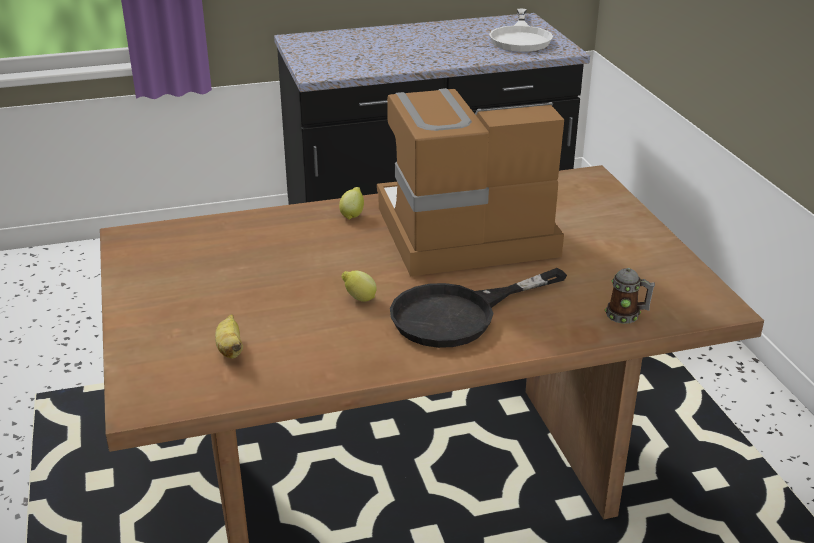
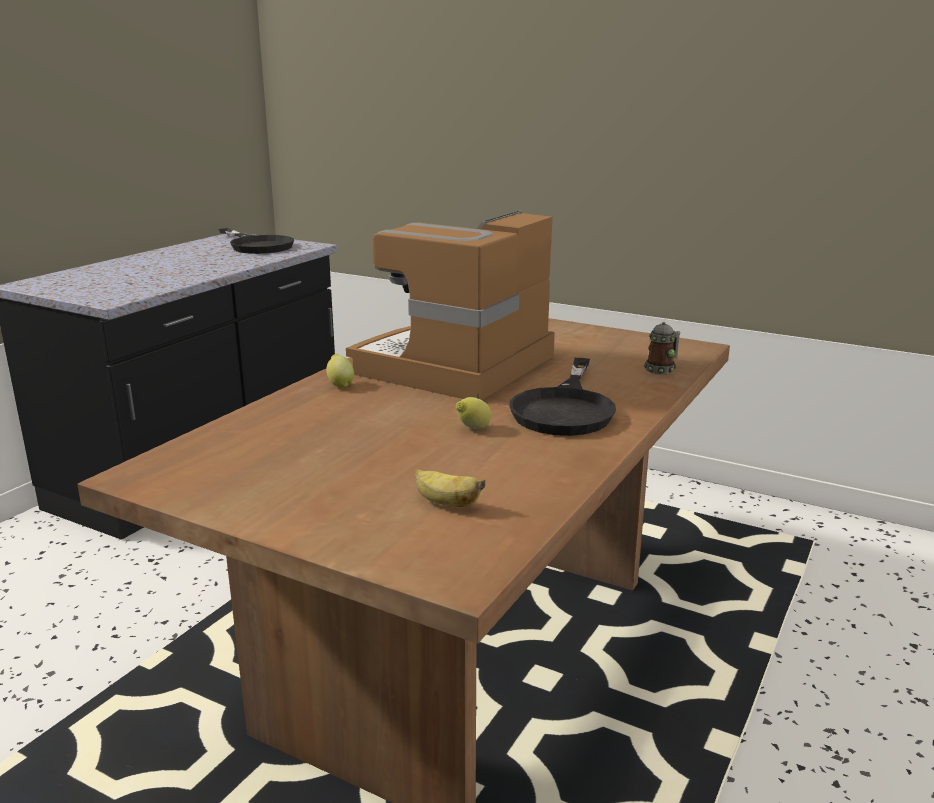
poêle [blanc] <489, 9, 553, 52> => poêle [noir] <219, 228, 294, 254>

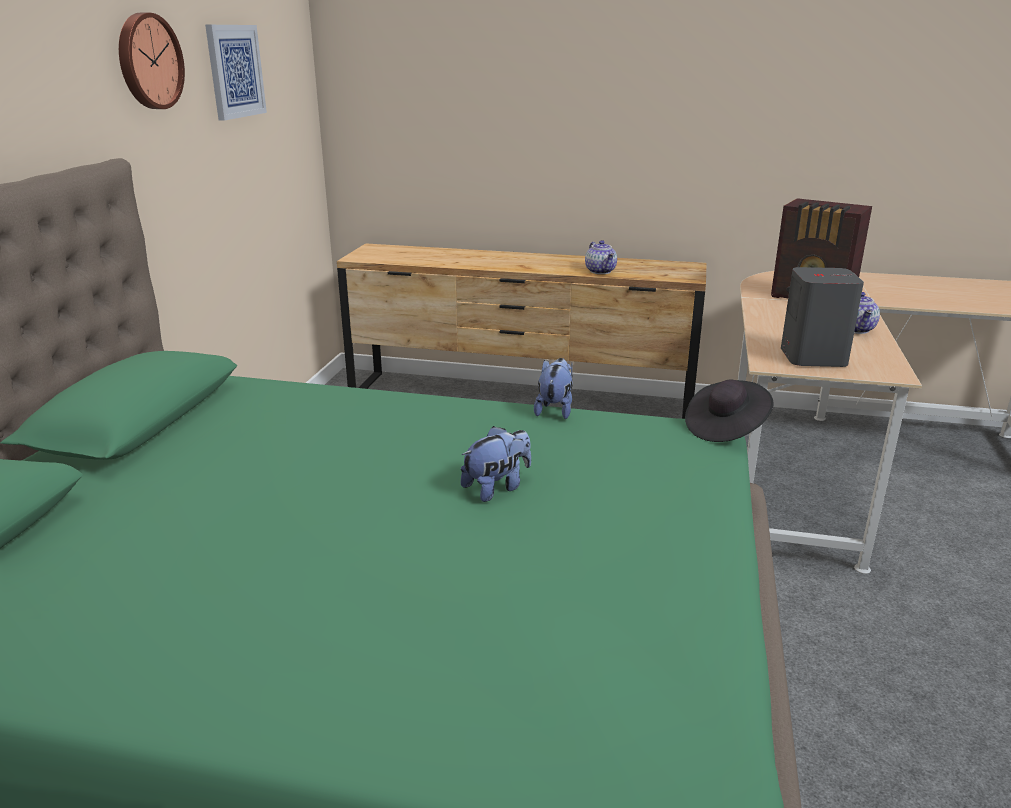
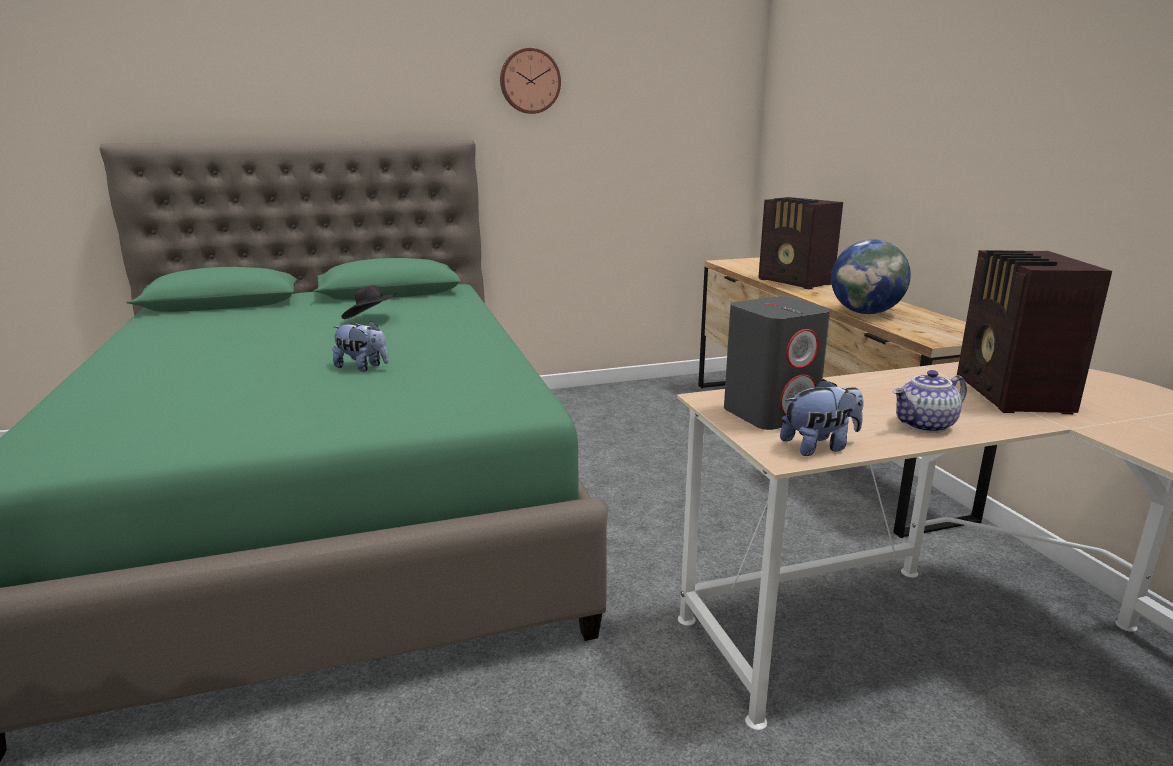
tableau <205, 25, 267, 121> => nothing
théière <585, 240, 617, 274> => globe <831, 239, 911, 314>
peluche <534, 358, 573, 419> => peluche <780, 379, 863, 456>, relocated
chapeau [noir] <685, 380, 773, 442> => chapeau [noir] <341, 285, 397, 319>, relocated
nothing => radio <758, 197, 843, 289>

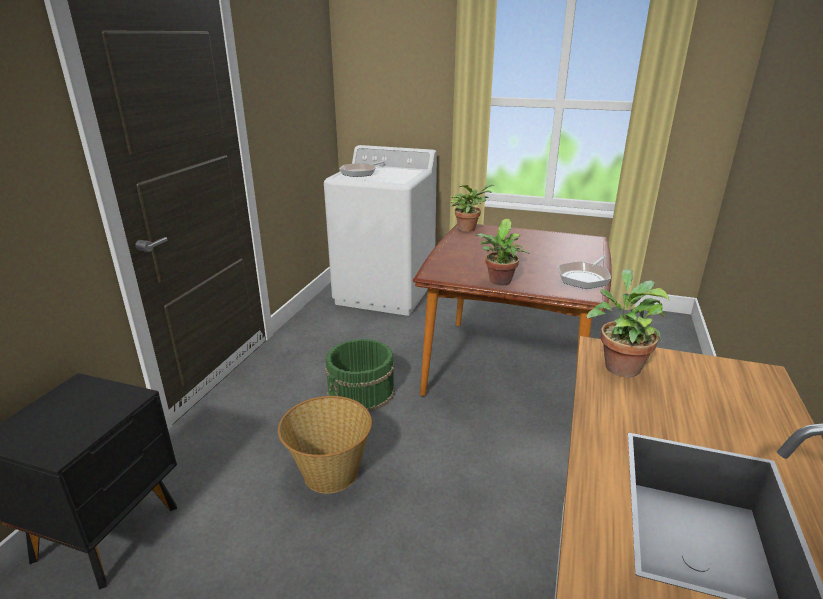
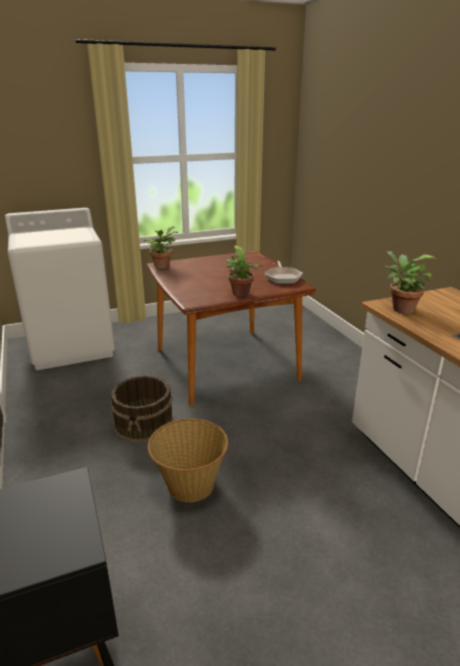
poêle <340, 161, 385, 177> => nothing
seau [vert] <325, 339, 395, 411> => seau [marron] <111, 376, 174, 443>

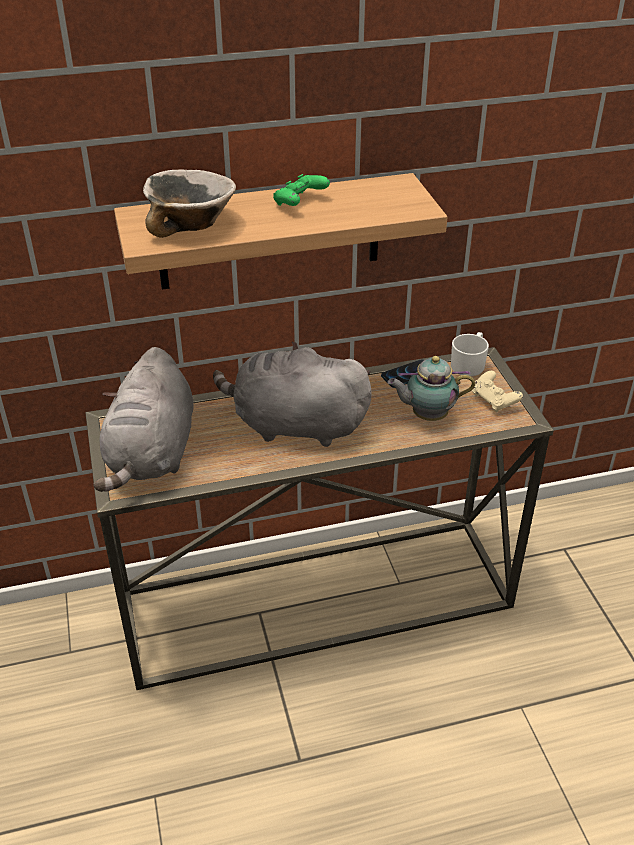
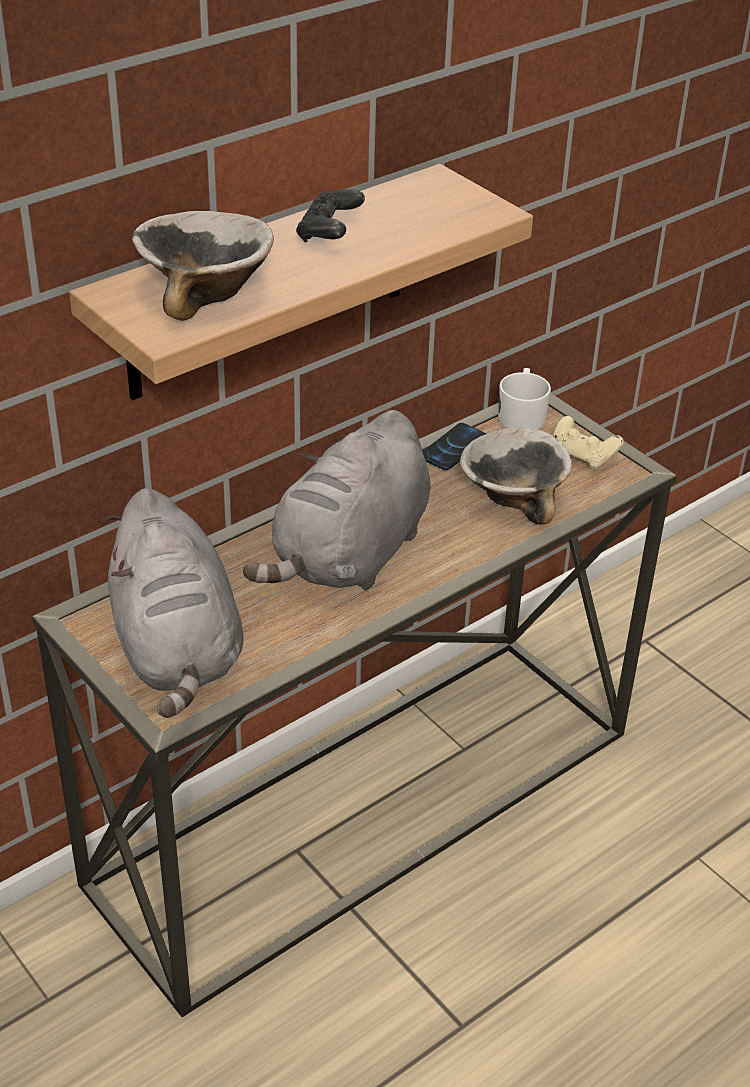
manette [vert] <273, 174, 330, 206> => manette [noir] <296, 189, 365, 242>
peluche [gris] <213, 341, 371, 447> => peluche [gris] <243, 410, 431, 590>, 45 degrees counterclockwise
théière <387, 356, 475, 421> => bol <460, 427, 572, 525>

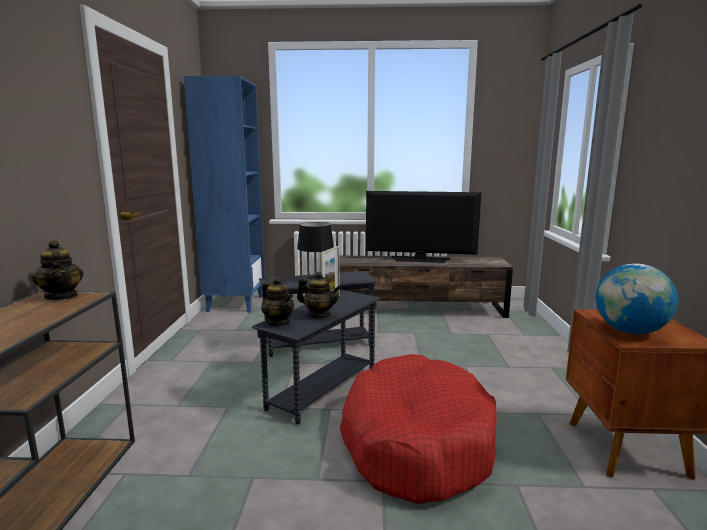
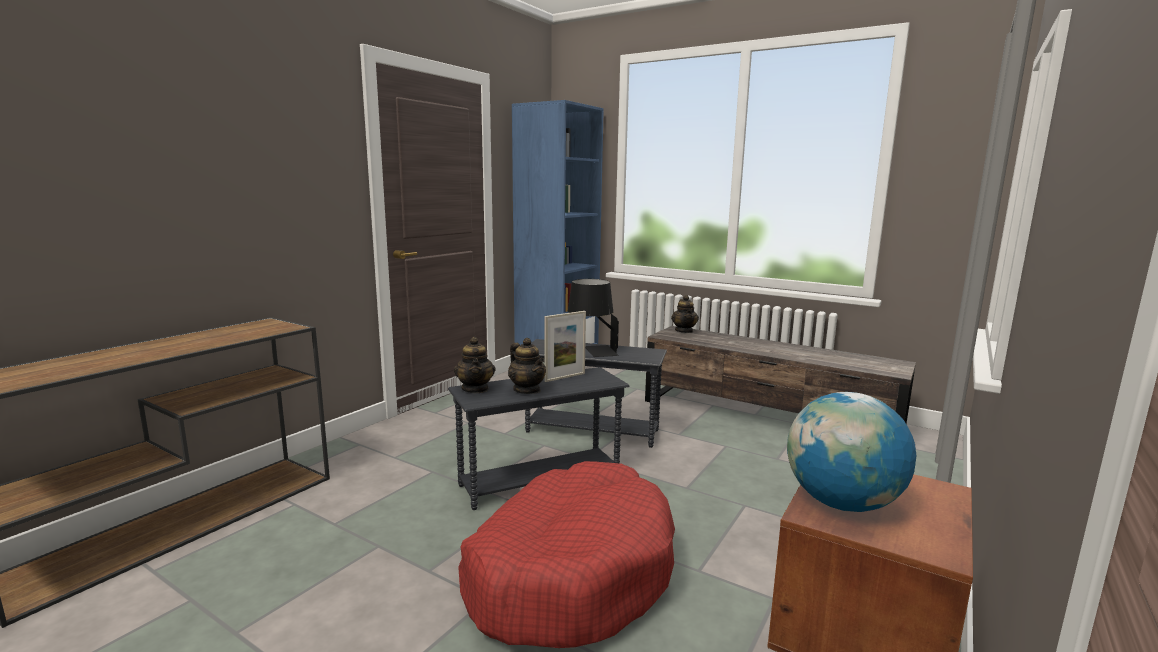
téléviseur <366, 191, 482, 263> => nothing
théière <32, 240, 83, 300> => théière <671, 295, 699, 333>, relocated

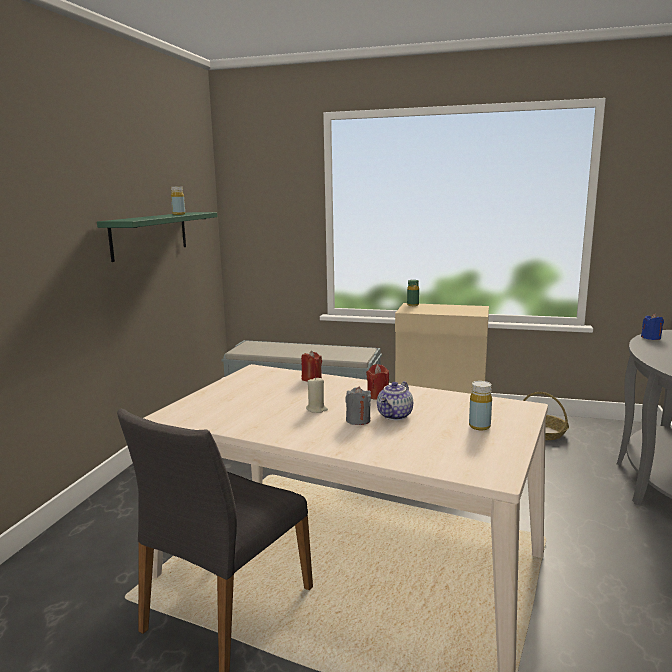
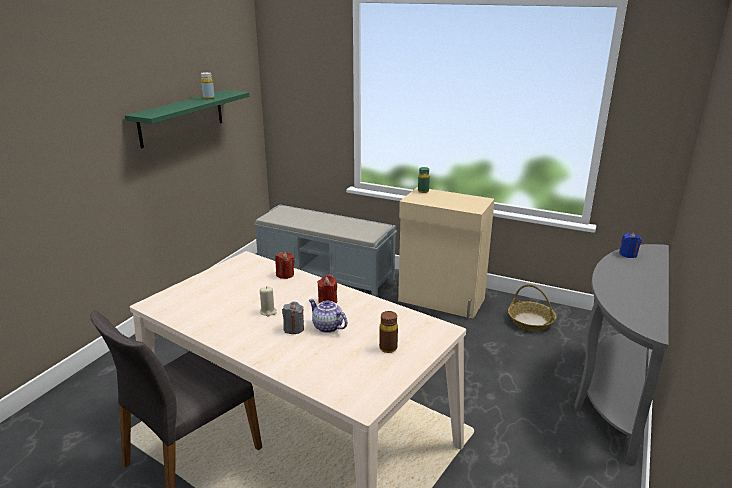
théière <377, 381, 413, 420> => théière <309, 299, 347, 333>, 90 degrees clockwise
bouteille [jaune] <469, 381, 492, 430> => bouteille [marron] <379, 311, 398, 353>

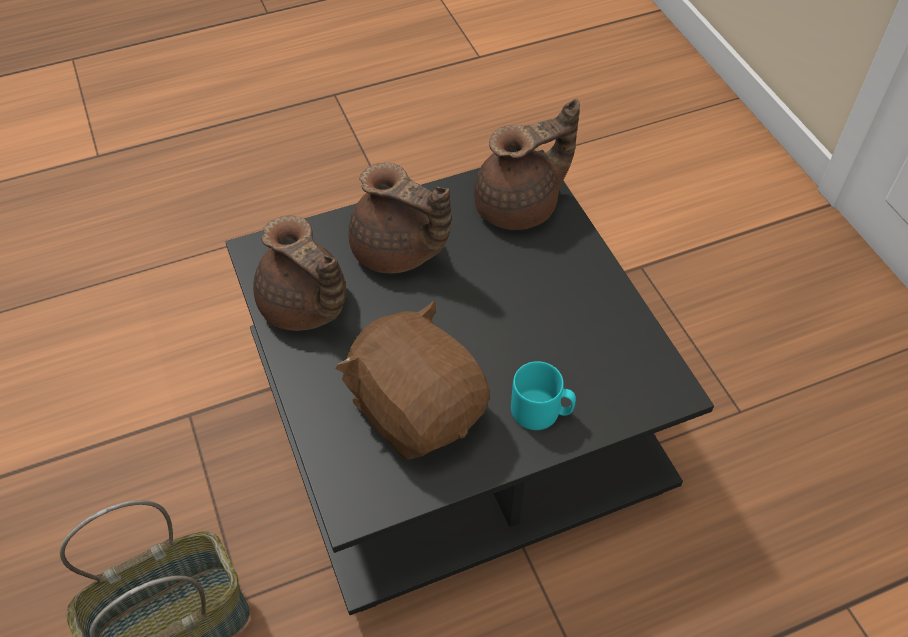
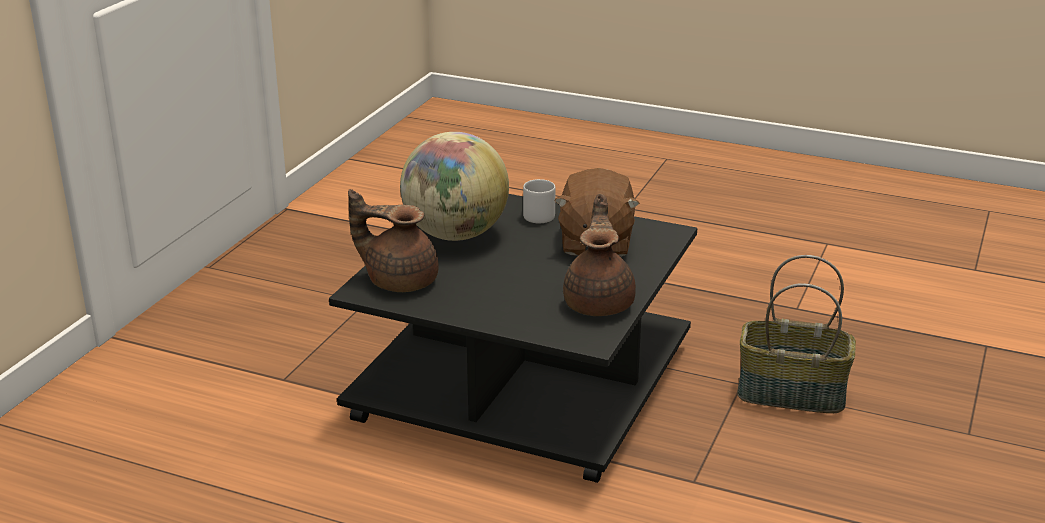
théière [marron] <349, 163, 451, 273> => nothing
mug [turquoise] <511, 361, 576, 430> => mug [gris] <523, 179, 555, 223>
nothing => globe <400, 132, 509, 241>

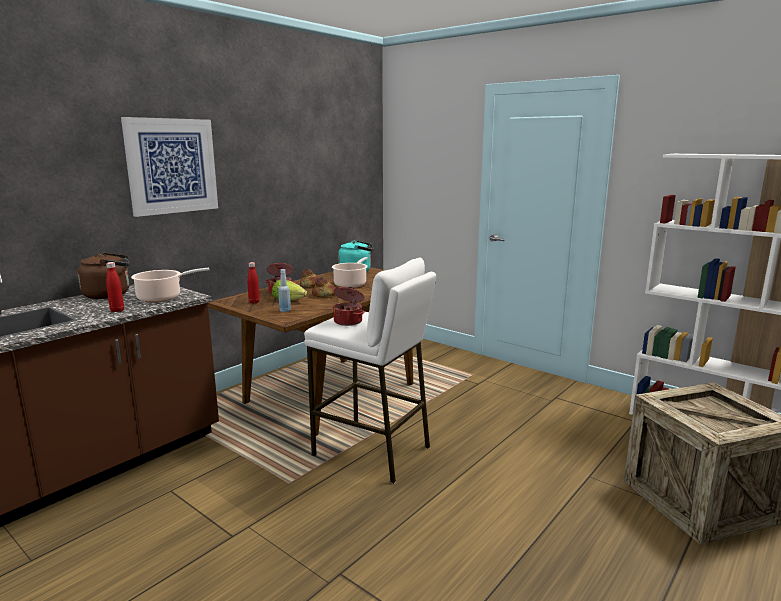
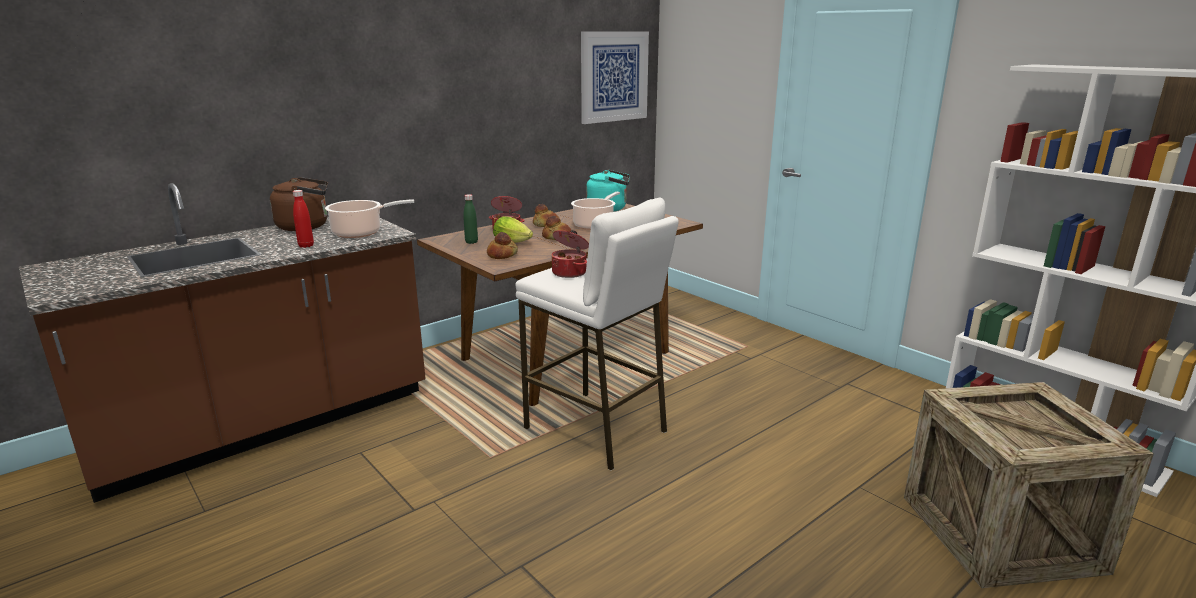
tableau <121, 117, 218, 217> => tableau <581, 31, 649, 124>, relocated
bouteille [rouge] <247, 262, 260, 303> => bouteille [vert] <463, 194, 478, 244>
bouteille [bleu] <278, 269, 291, 312> => pain <487, 232, 518, 259>

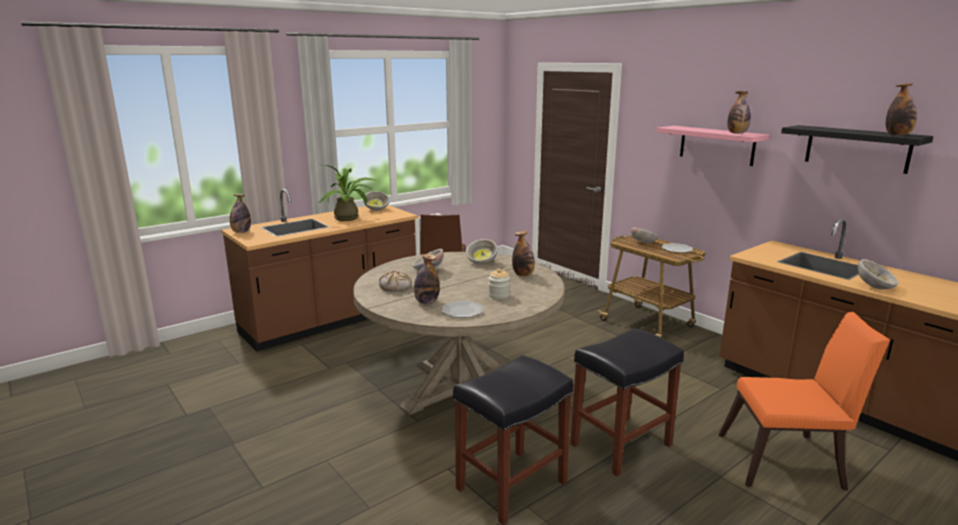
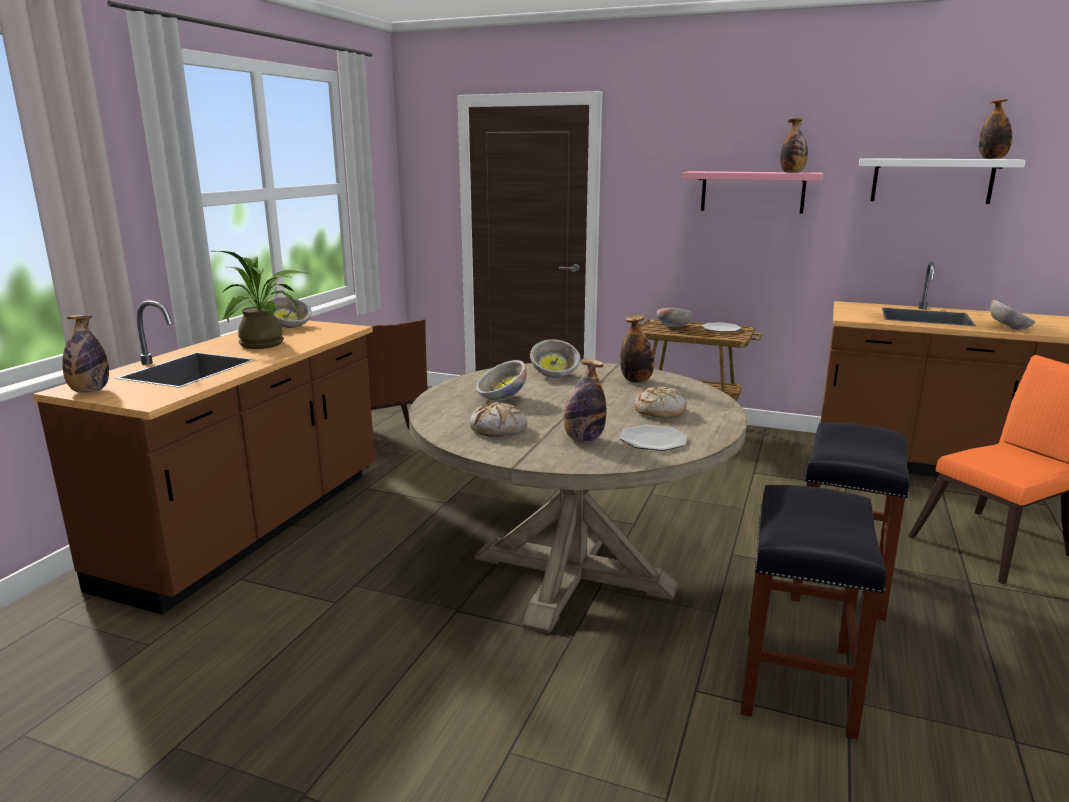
étagère [noir] <781, 125, 933, 174> => étagère [blanc] <859, 158, 1026, 204>
bocal <489, 269, 510, 299> => pain <634, 387, 687, 418>

